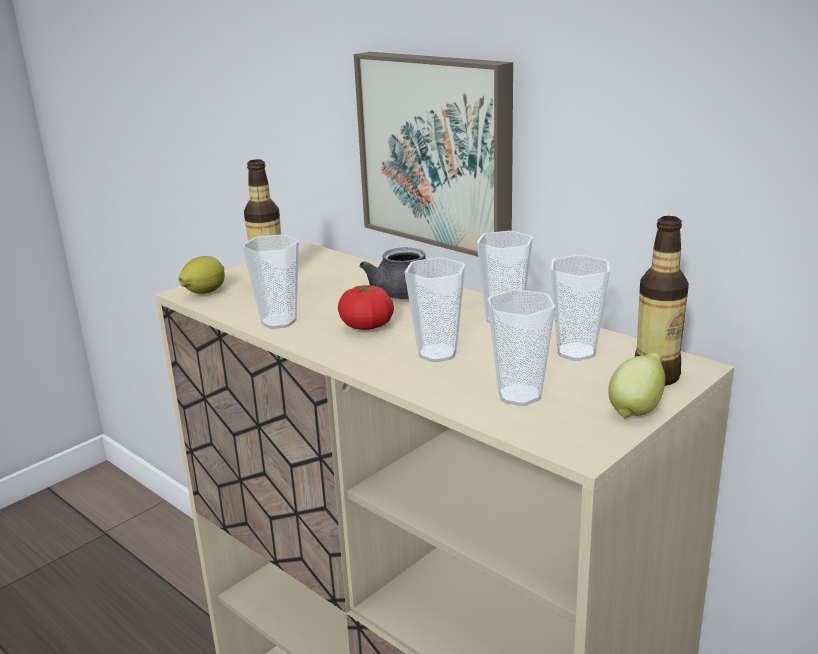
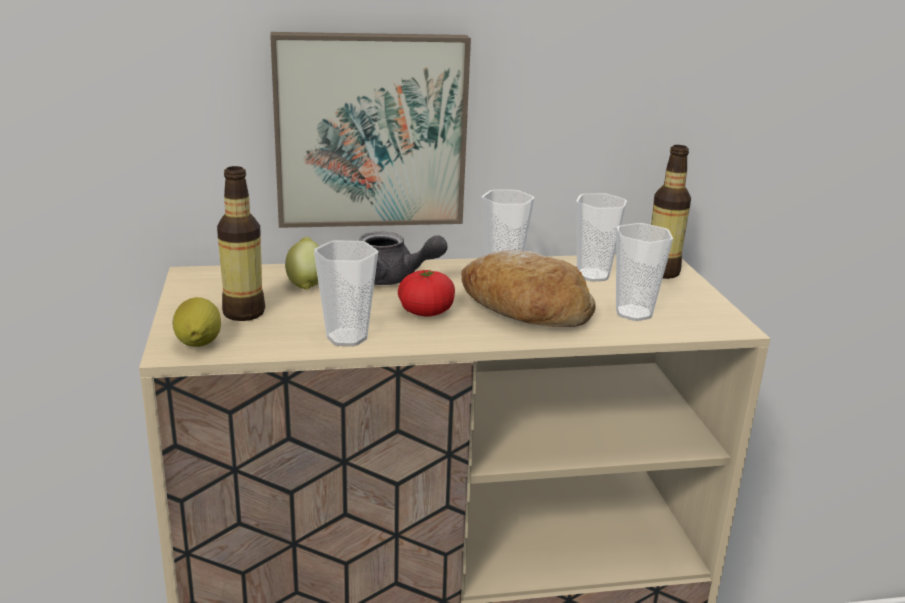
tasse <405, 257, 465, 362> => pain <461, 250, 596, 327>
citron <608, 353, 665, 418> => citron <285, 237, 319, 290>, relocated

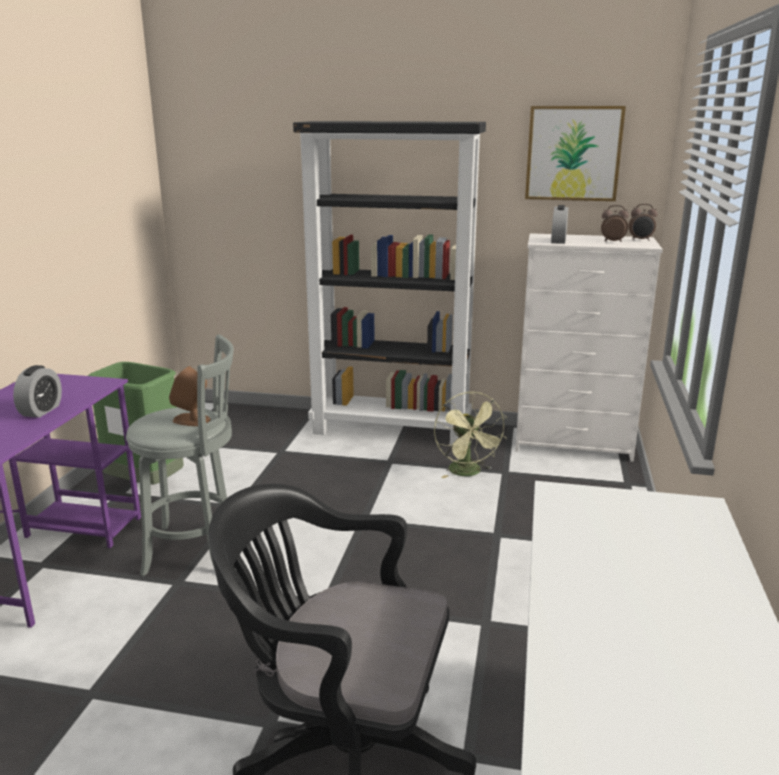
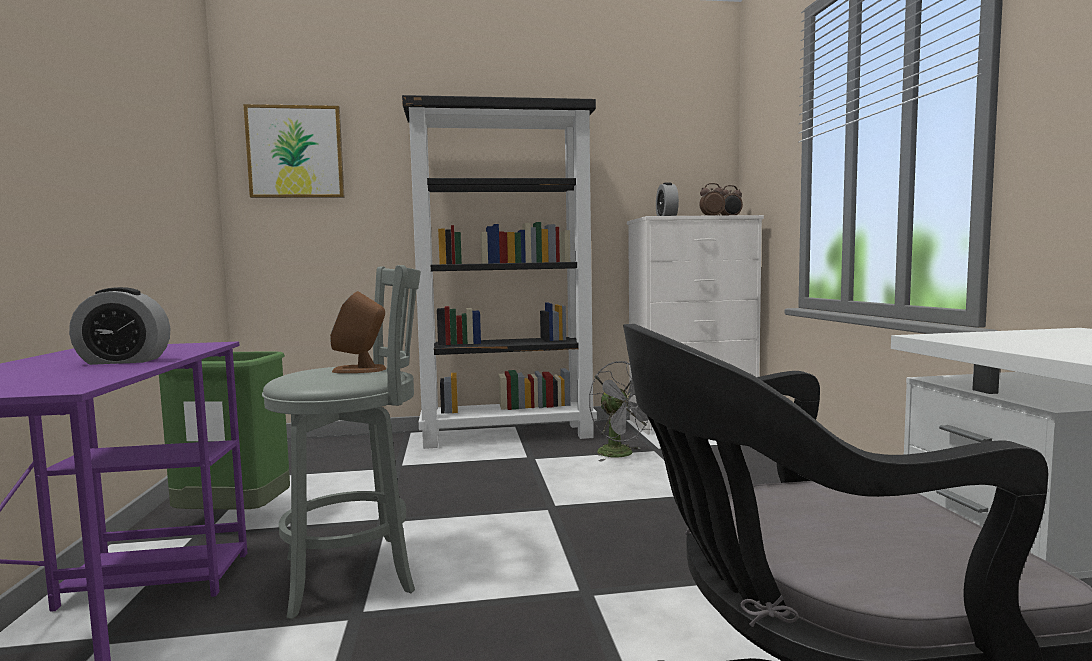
tableau <525, 106, 626, 201> => tableau <243, 104, 345, 198>, relocated
réveil <13, 365, 62, 418> => réveil <69, 287, 171, 365>, 90 degrees clockwise
ventilateur [vert] <434, 392, 507, 478> => ventilateur [gris] <589, 361, 652, 462>

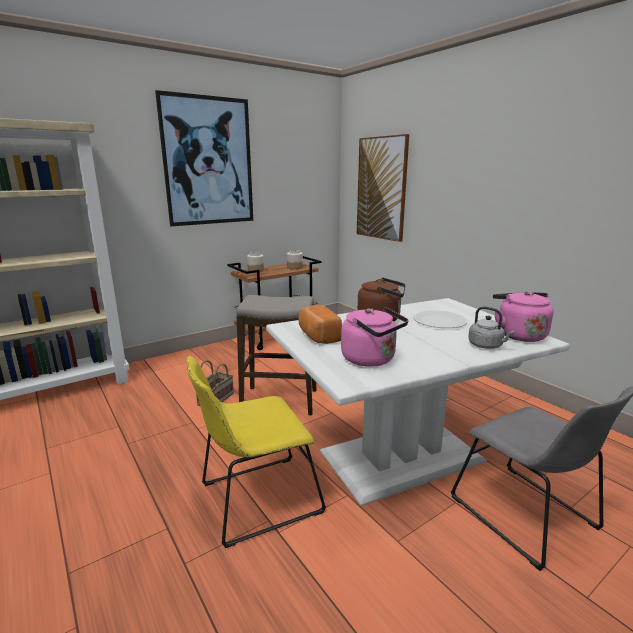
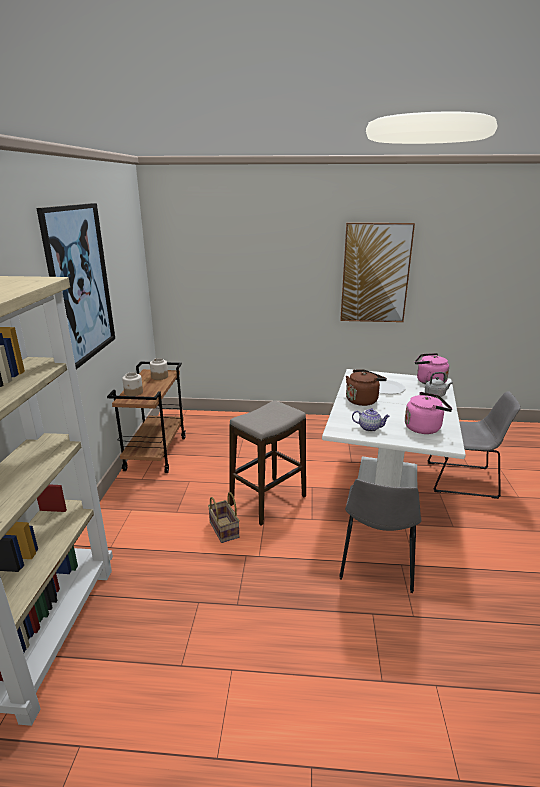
tableau <357, 134, 409, 242> => tableau <340, 223, 415, 322>, relocated
pain <299, 305, 342, 344> => théière <352, 408, 390, 432>
chaise [jaune] <187, 356, 326, 548> => chaise [gris] <339, 479, 421, 593>

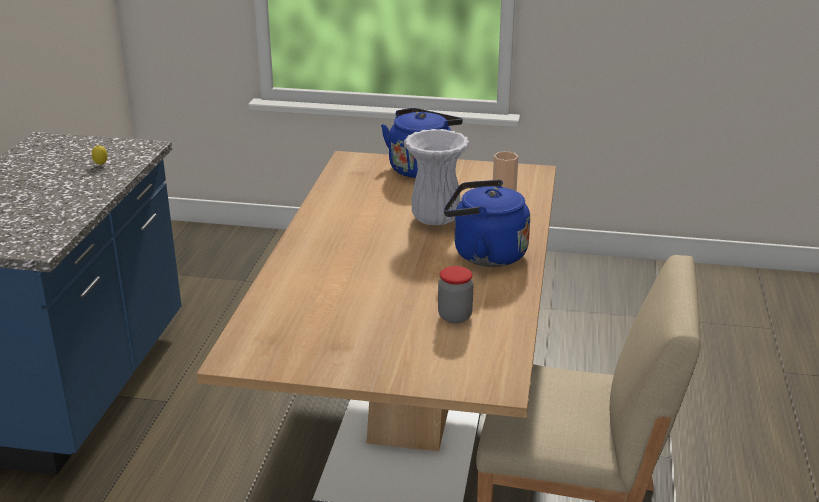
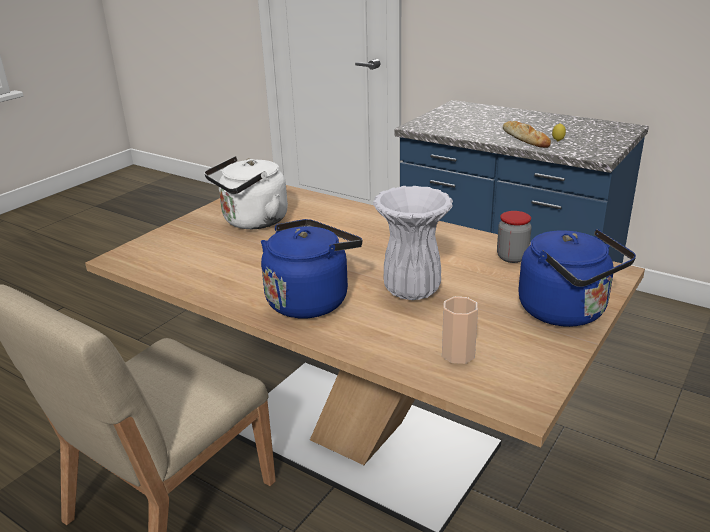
bocal <438, 266, 473, 323> => bocal <497, 211, 532, 263>, relocated
nothing => pain <503, 121, 551, 148>
nothing => bouilloire [blanc] <204, 156, 288, 229>

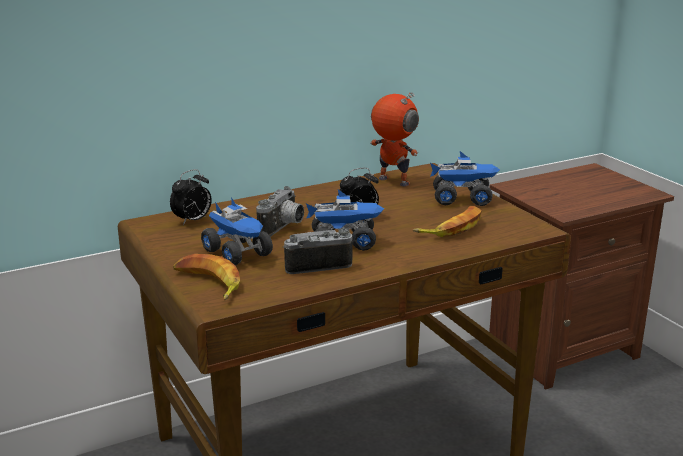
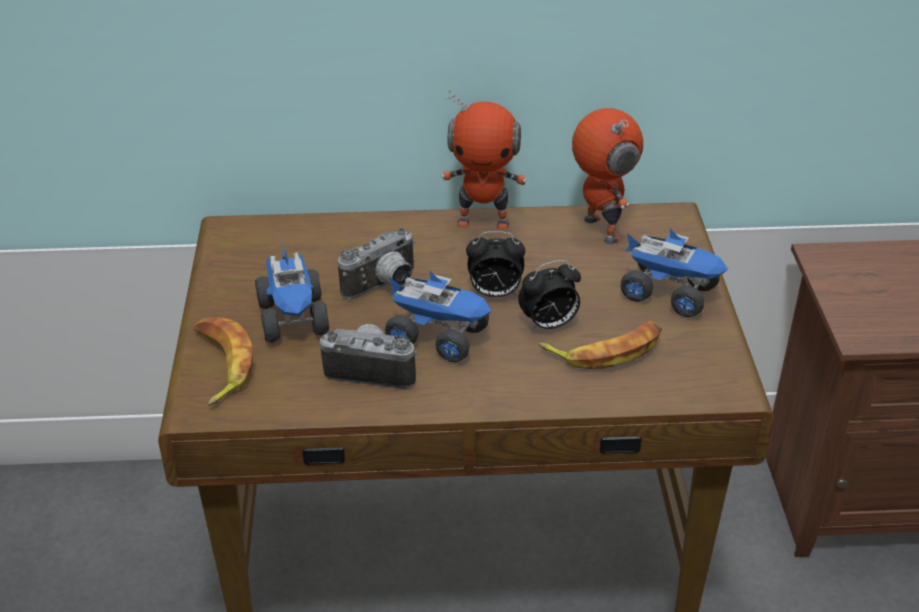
réveil <170, 169, 212, 225> => réveil <518, 260, 581, 331>, relocated
nothing => robot jouet <441, 90, 527, 230>

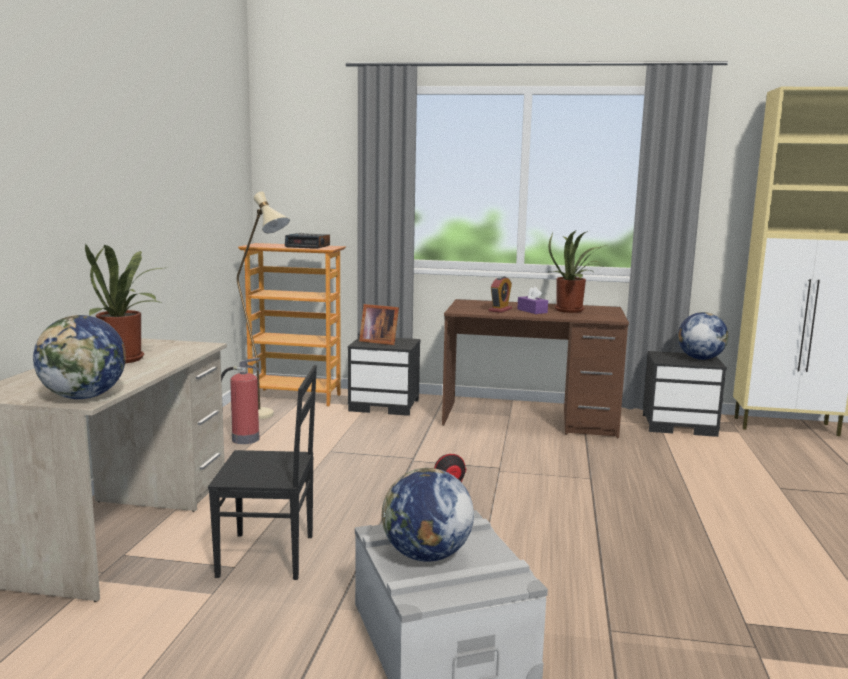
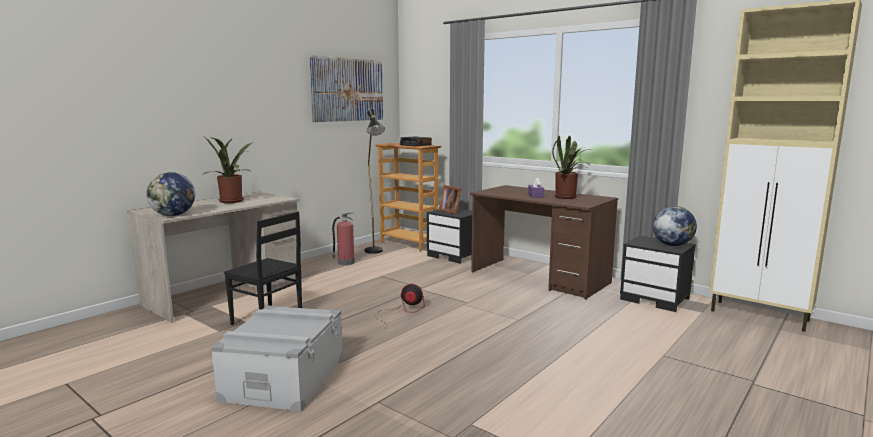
lampadaire [beige] <237, 191, 290, 419> => lampadaire [noir] <365, 109, 385, 254>
réveil <488, 276, 512, 313> => nothing
globe <382, 468, 474, 562> => nothing
nothing => tableau <309, 55, 383, 122>

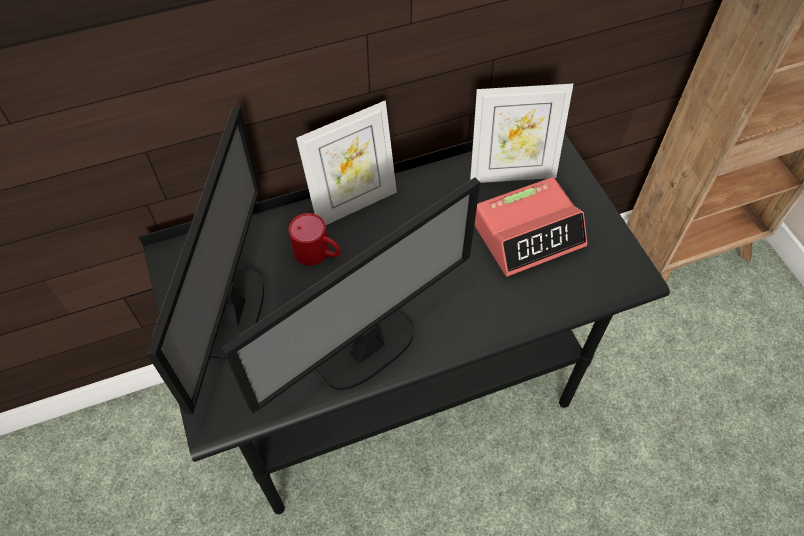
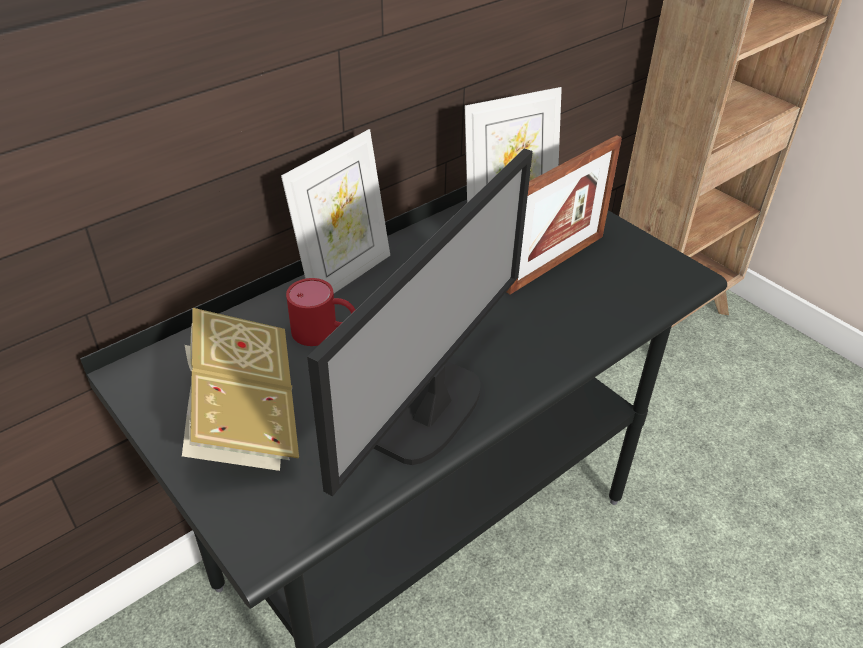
écran d'ordinateur <146, 106, 264, 415> => livre <182, 308, 299, 471>
réveil <474, 177, 587, 277> => cadre photo <506, 135, 622, 295>

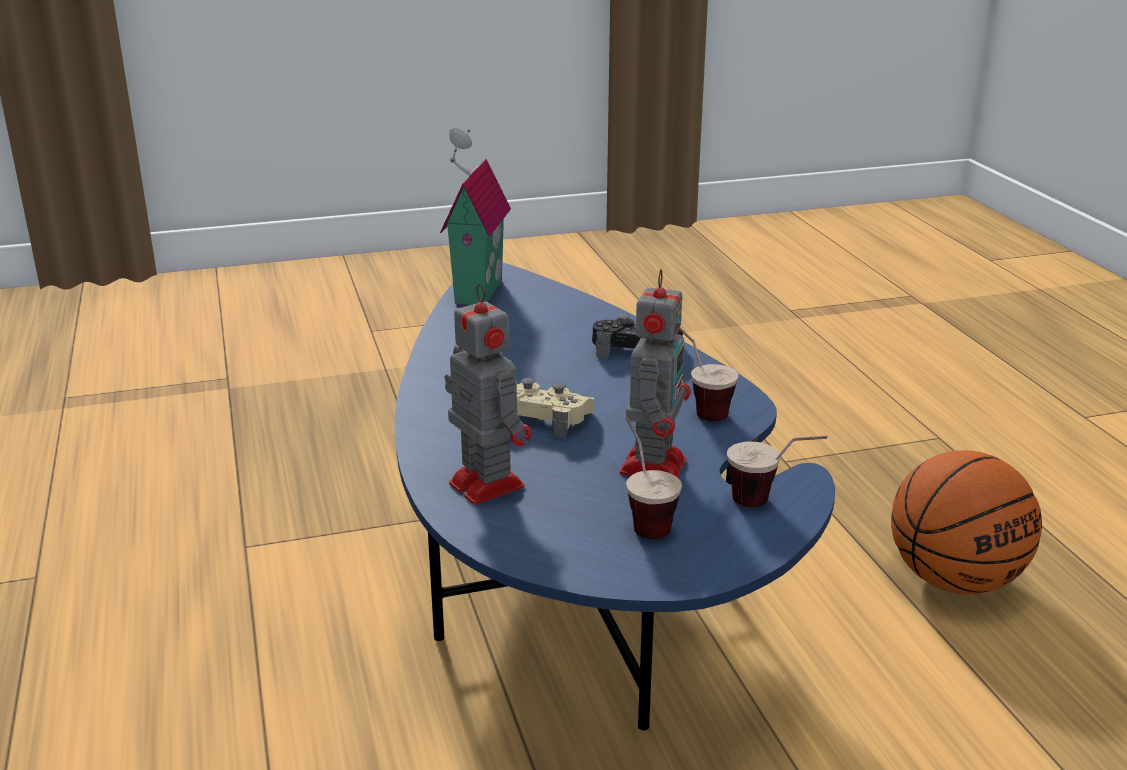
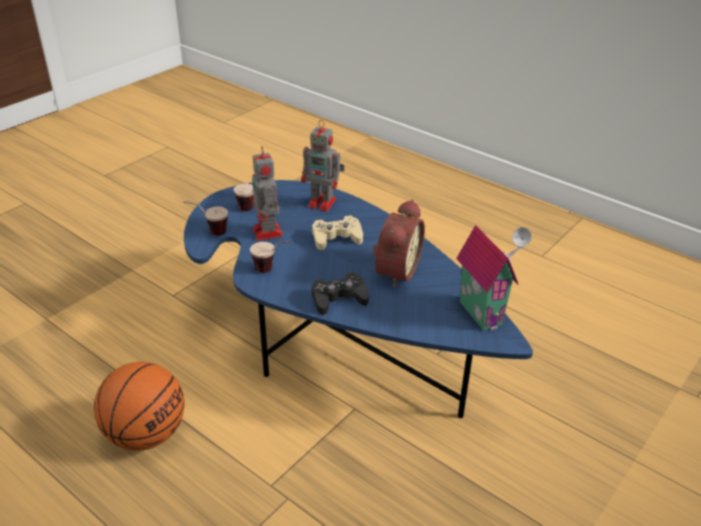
nothing => réveil <373, 199, 425, 288>

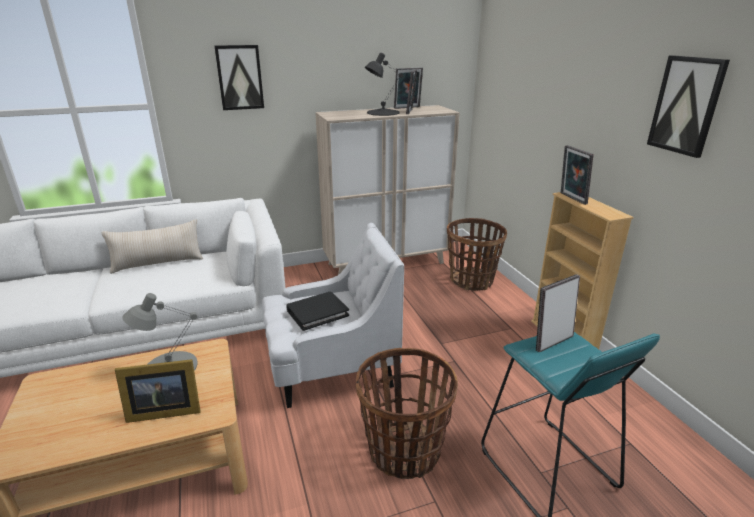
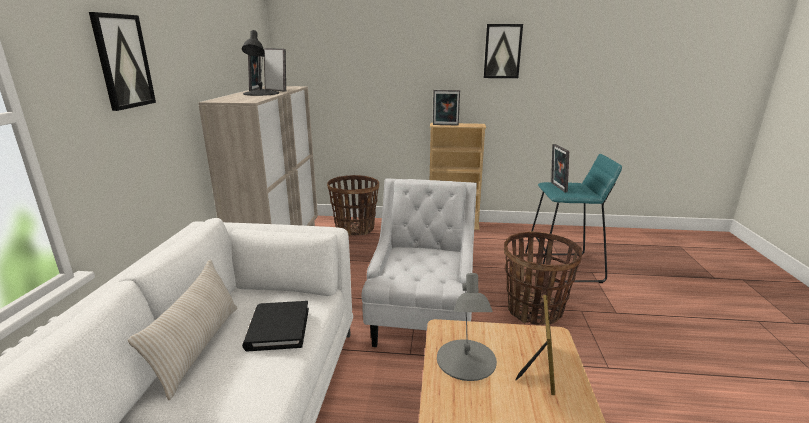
livre [noir] <286, 292, 349, 331> => livre [noir] <242, 301, 309, 352>, relocated

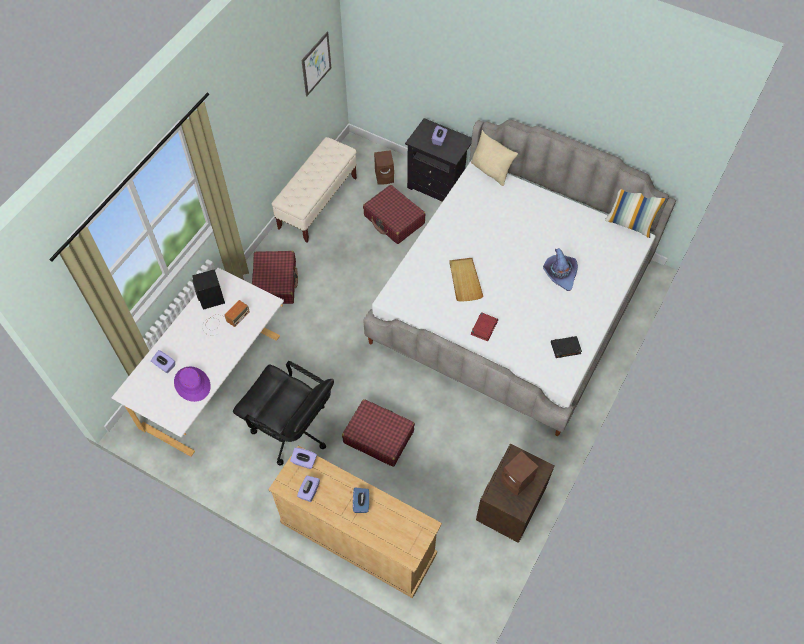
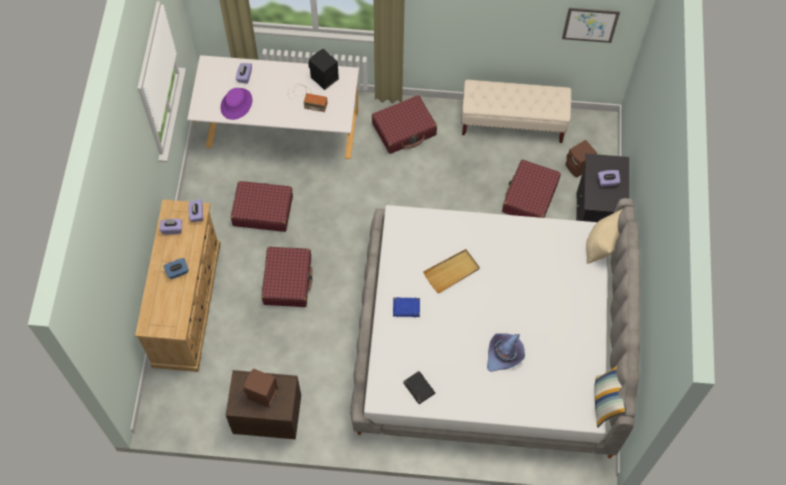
livre [rouge] <471, 312, 498, 341> => livre [bleu] <393, 297, 420, 317>
chaise de bureau [noir] <233, 361, 334, 466> => valise [rouge] <231, 181, 293, 232>

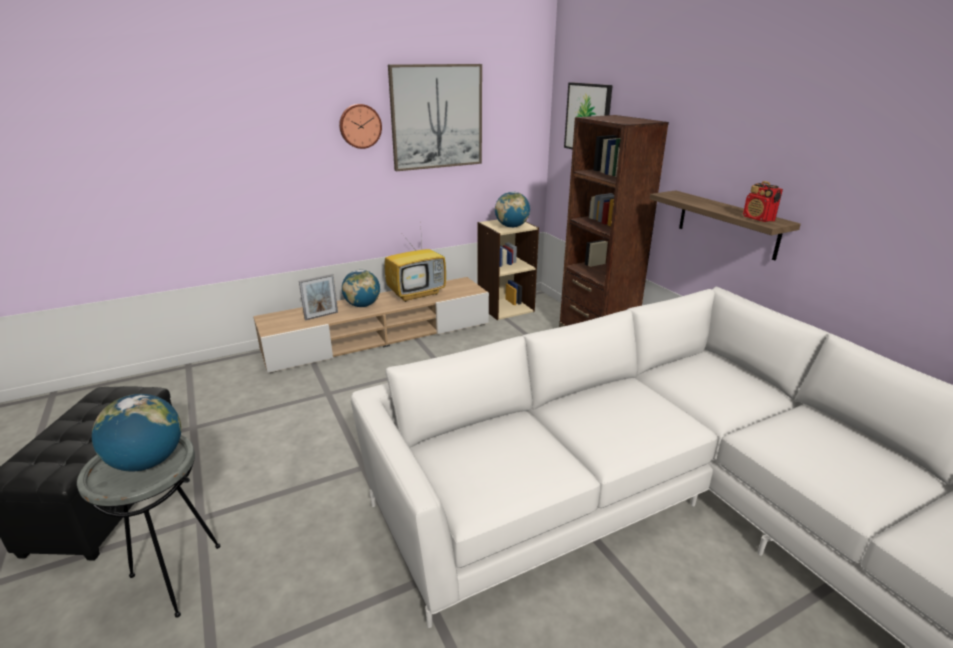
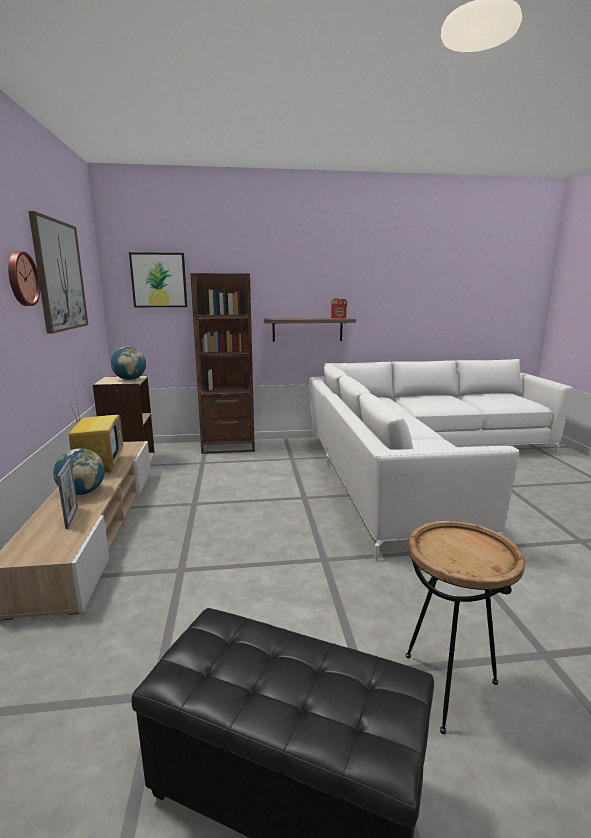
globe <92, 394, 181, 472> => nothing
table d'appoint [gris] <77, 435, 221, 618> => table d'appoint [marron] <406, 521, 525, 734>

